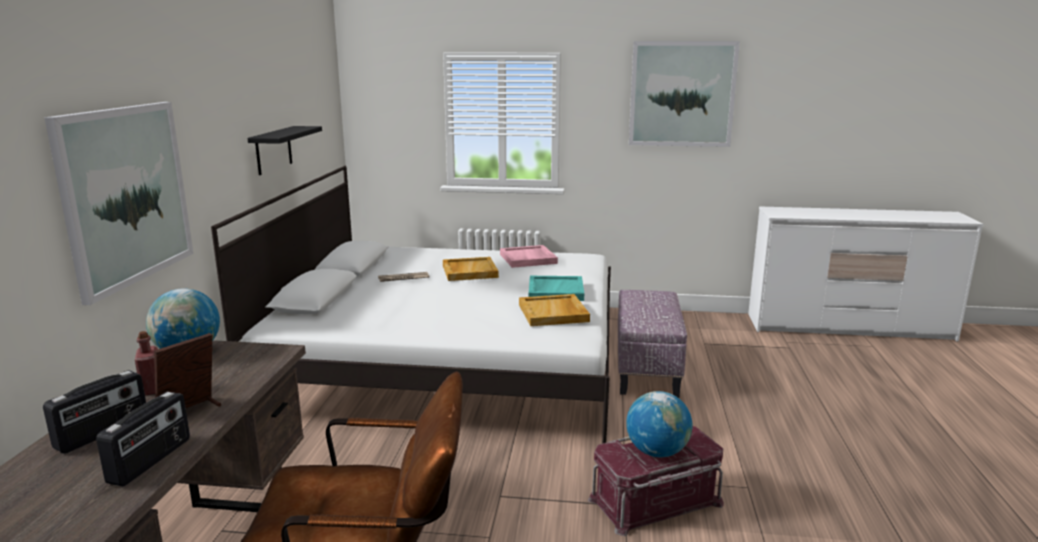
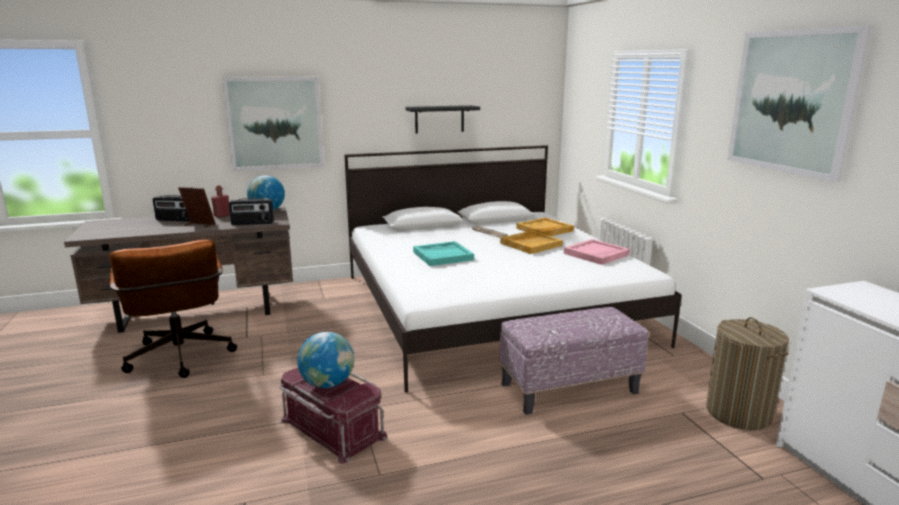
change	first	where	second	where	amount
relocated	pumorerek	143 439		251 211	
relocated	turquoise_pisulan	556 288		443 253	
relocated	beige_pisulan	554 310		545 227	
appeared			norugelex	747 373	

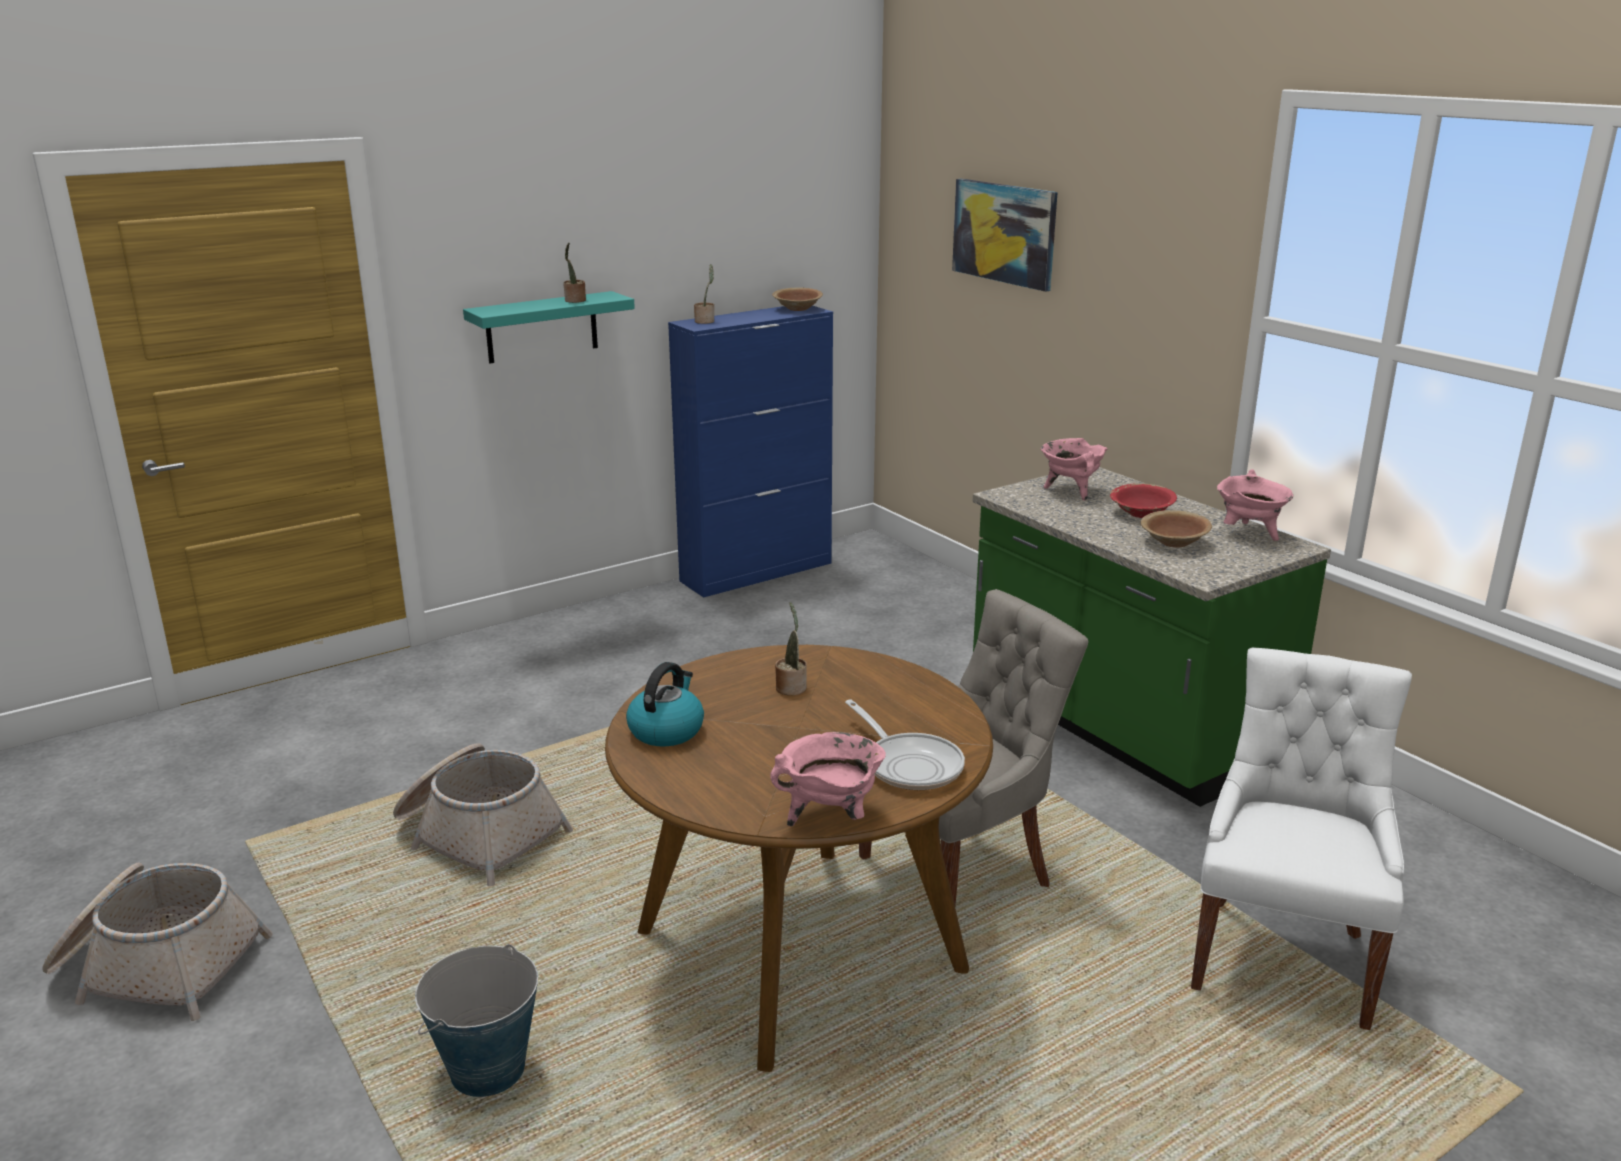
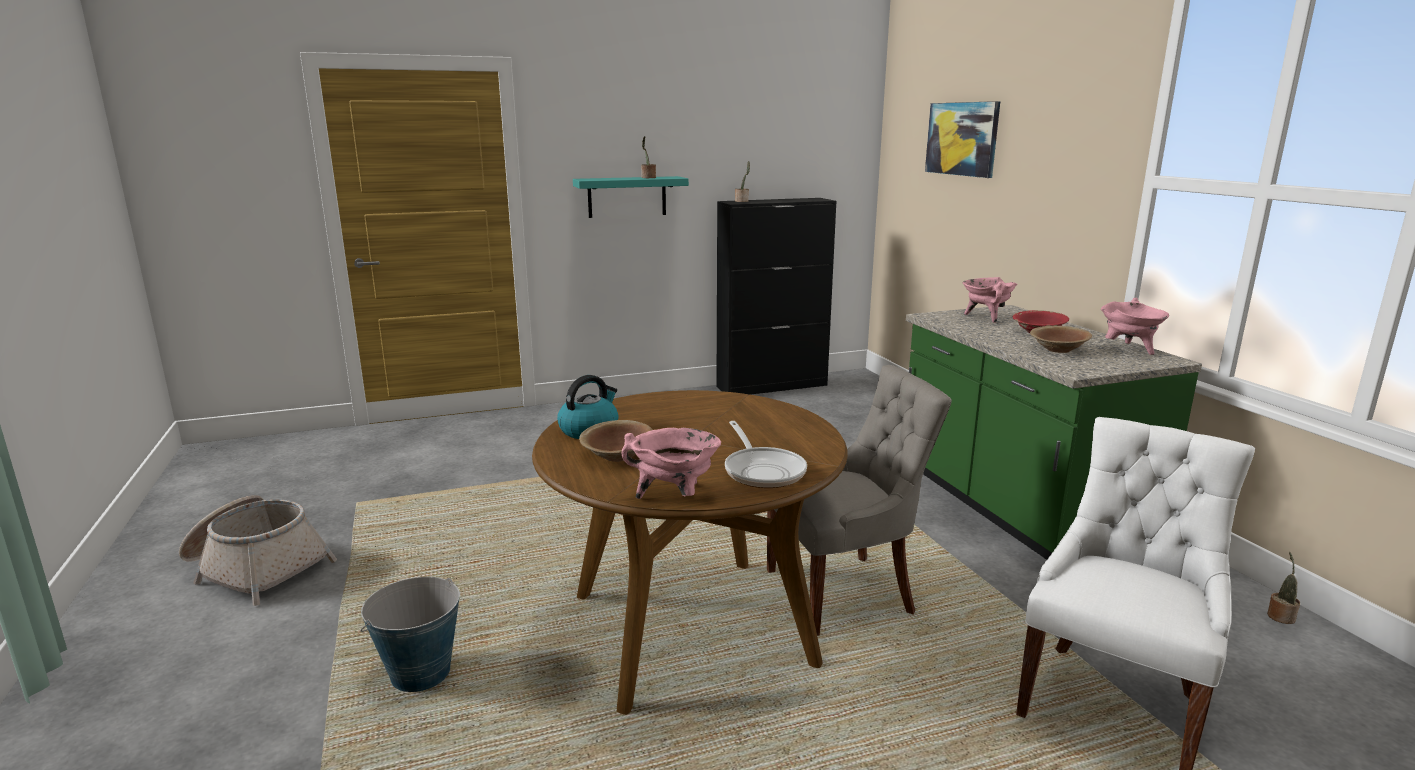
change	first	where	second	where	amount
relocated	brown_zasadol	797 299		616 441	
colour	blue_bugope	750 452	black_bugope	776 296	
relocated	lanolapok	791 648		1283 588	
missing	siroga	483 814			

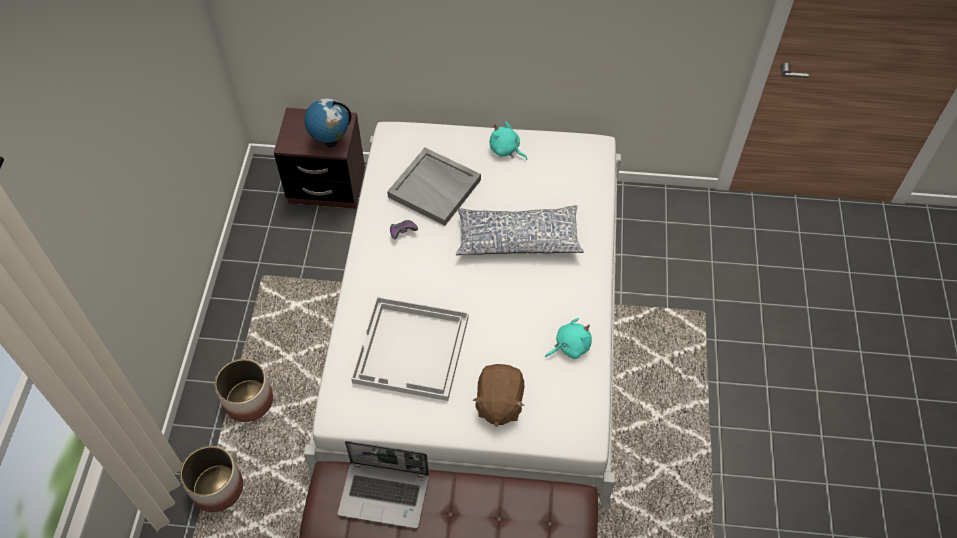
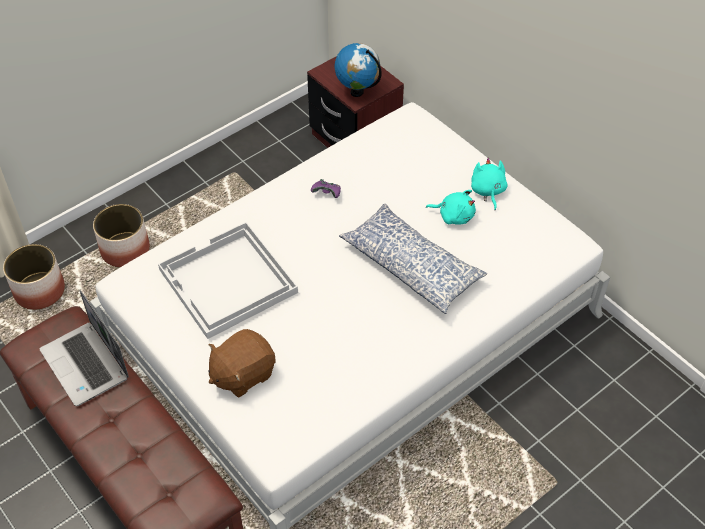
change	first	where	second	where	amount
relocated	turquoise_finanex	568 338		451 207	
missing	grey_pisulan	434 187			

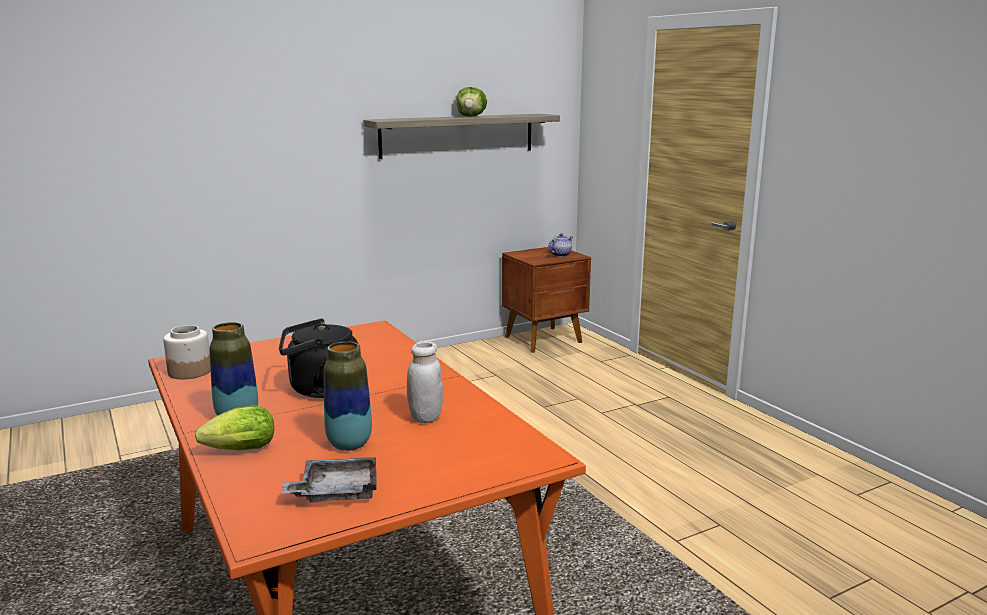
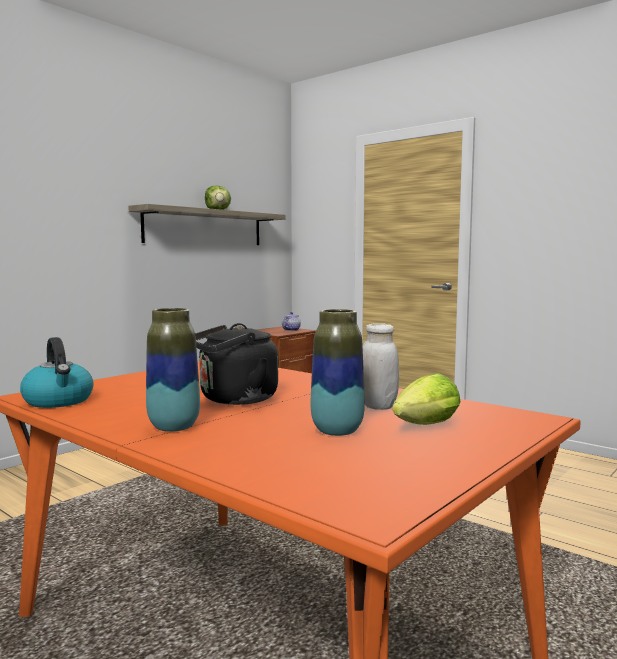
change	first	where	second	where	amount
exchanged	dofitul	187 352	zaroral	57 372	
relocated	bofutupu	234 428		426 399	
missing	grey_pisulan	329 479			

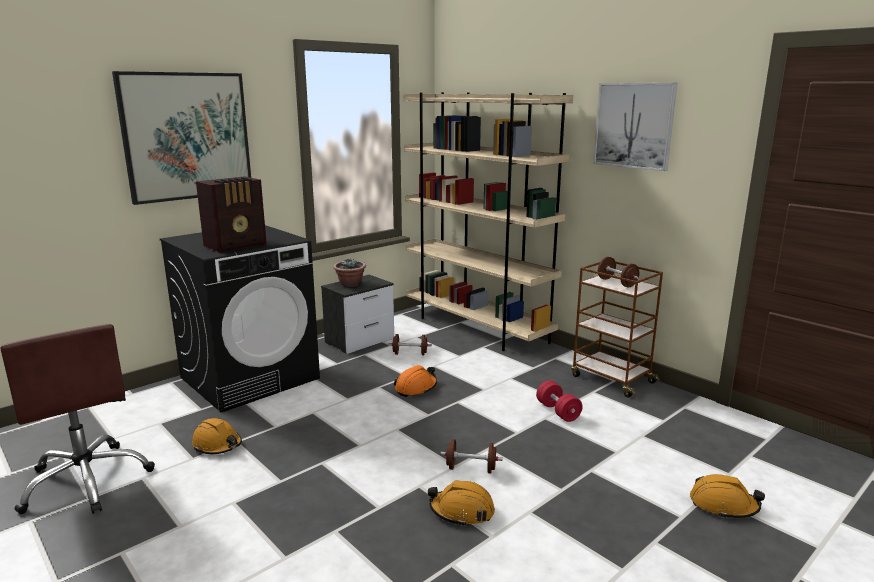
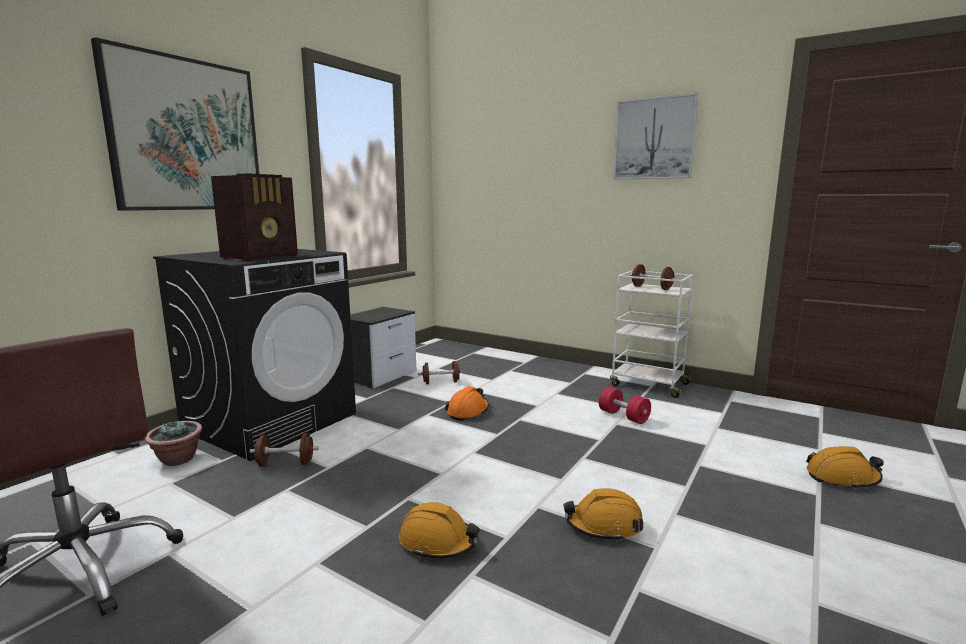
change	first	where	second	where	amount
relocated	lanolapok	349 273		173 443	
relocated	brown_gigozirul	472 456		284 450	
relocated	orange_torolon	217 436		439 530	
colour	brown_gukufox	617 329	white_gukufox	651 334	
missing	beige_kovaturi	488 221			

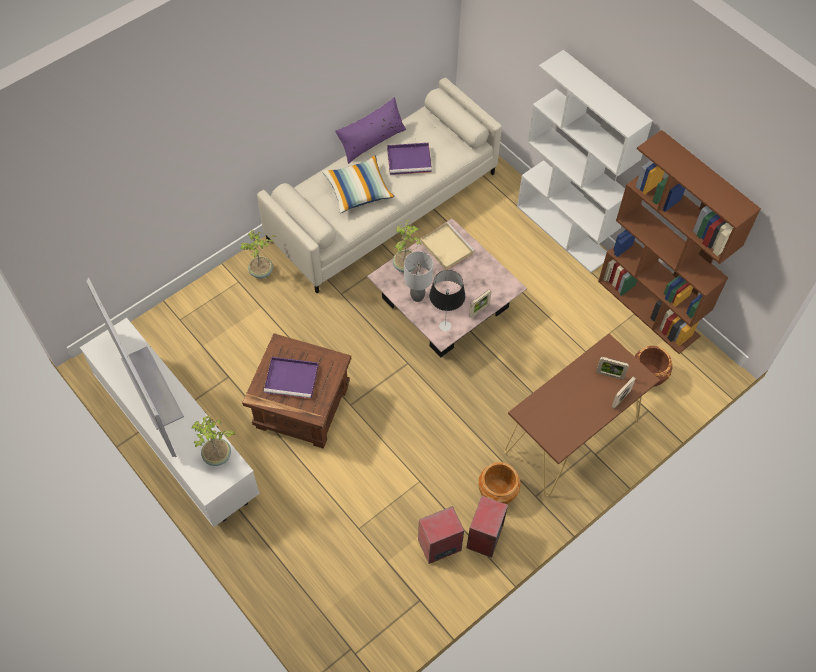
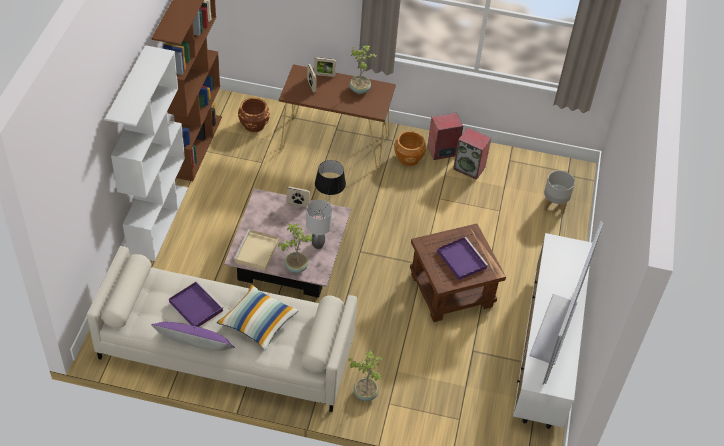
change	first	where	second	where	amount
relocated	lanolapok	213 440		362 70	
appeared			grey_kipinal	559 192	

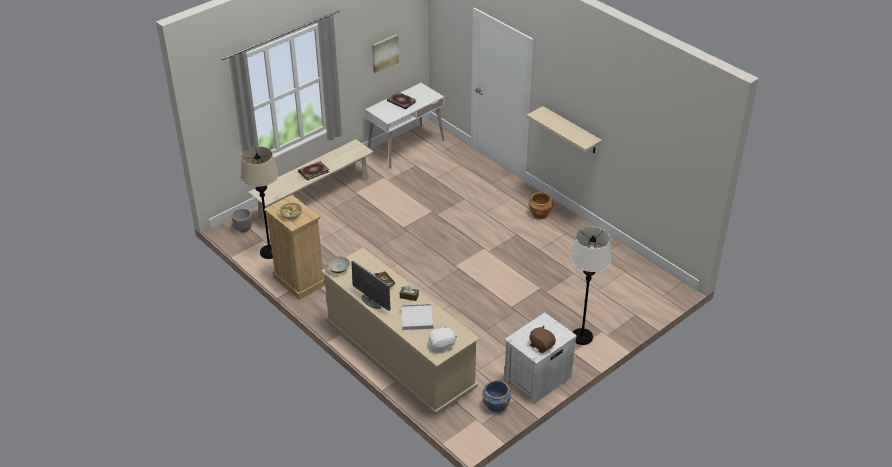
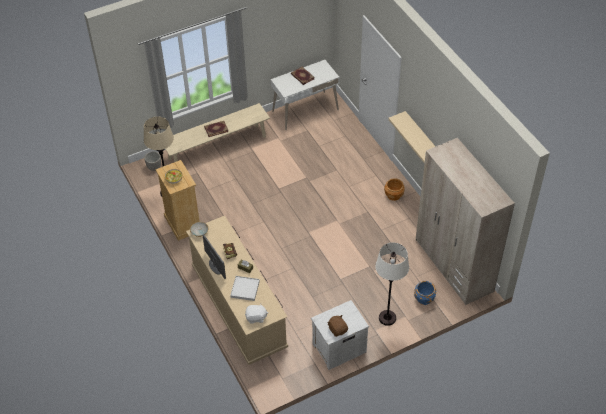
change	first	where	second	where	amount
relocated	blue_kipinal	497 396		425 293	
appeared			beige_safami	465 221	
missing	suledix	385 53			

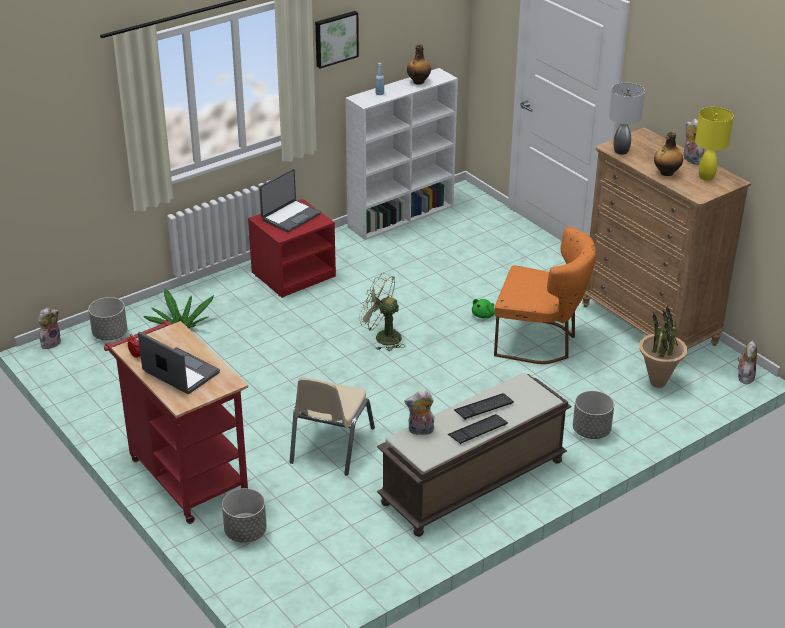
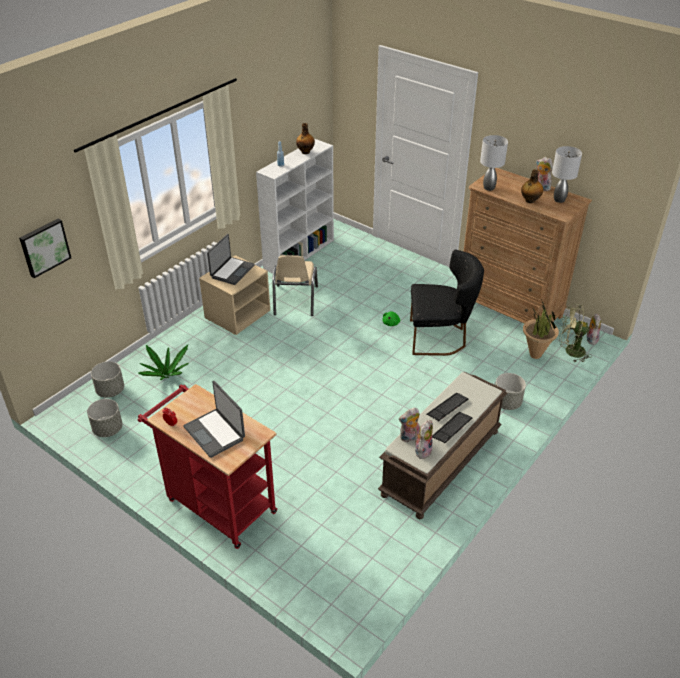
change	first	where	second	where	amount
relocated	suledix	337 40		45 248	
relocated	grey_kipinal	244 515		105 418	
spun	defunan	179 363		214 419	150 degrees counterclockwise
colour	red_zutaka	292 248	beige_zutaka	234 295	
relocated	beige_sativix	332 426		295 285	
colour	orange_sativix	545 295	black_sativix	447 303	
relocated	finanex	49 328		424 439	
colour	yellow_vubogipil	714 144	grey_vubogipil	567 174	
relocated	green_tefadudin	381 312		575 333	

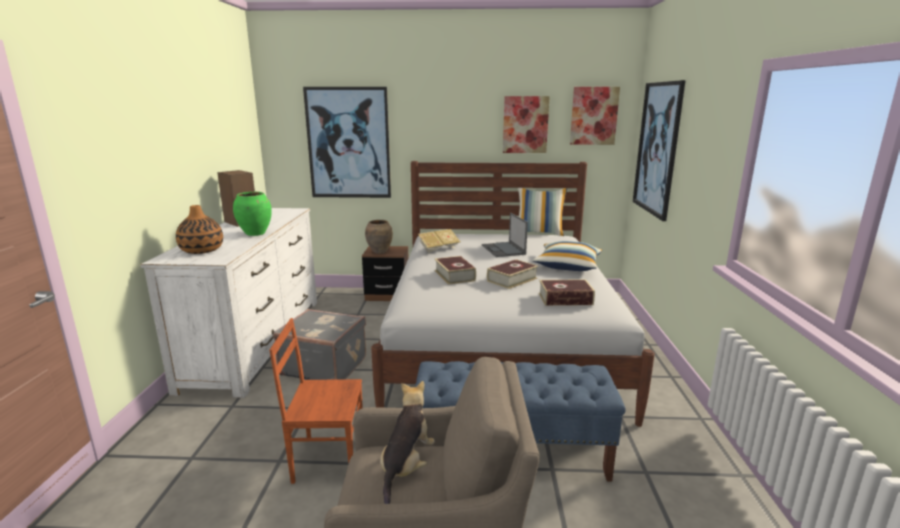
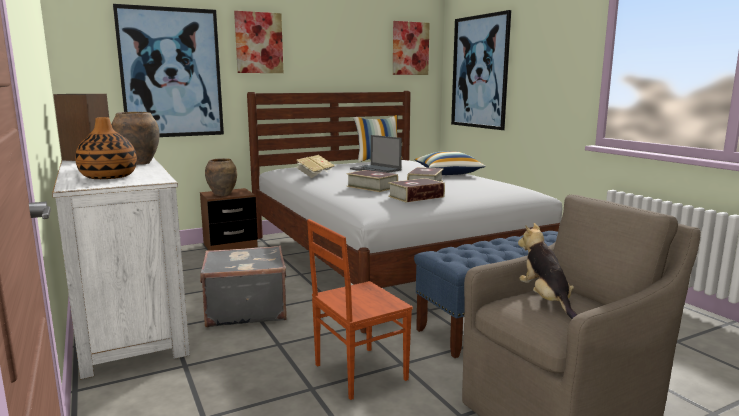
change	first	where	second	where	amount
colour	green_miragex	252 214	brown_miragex	135 138	
relocated	suledix	526 124		258 42	
relocated	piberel	567 292		416 190	

